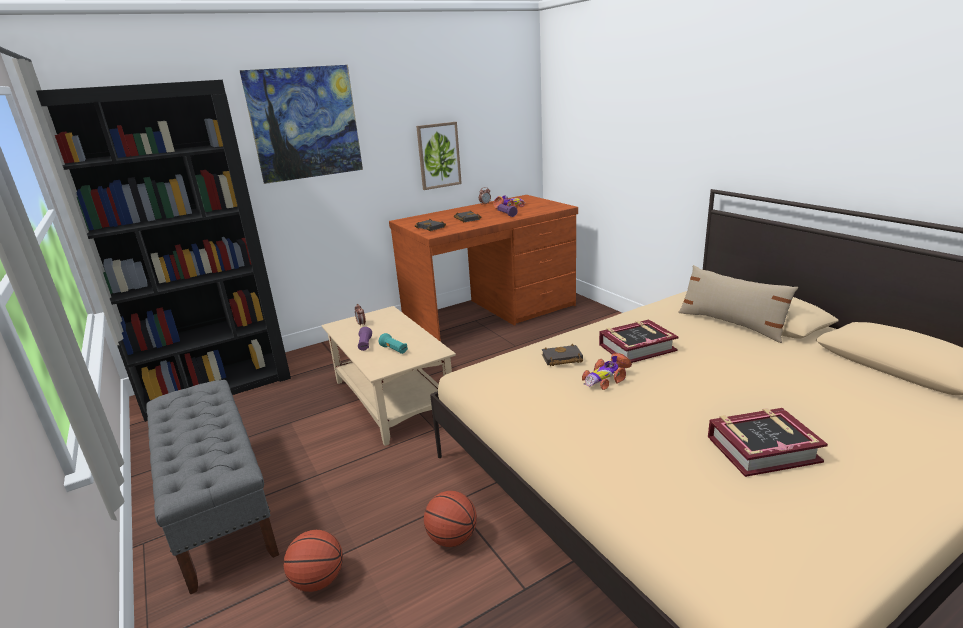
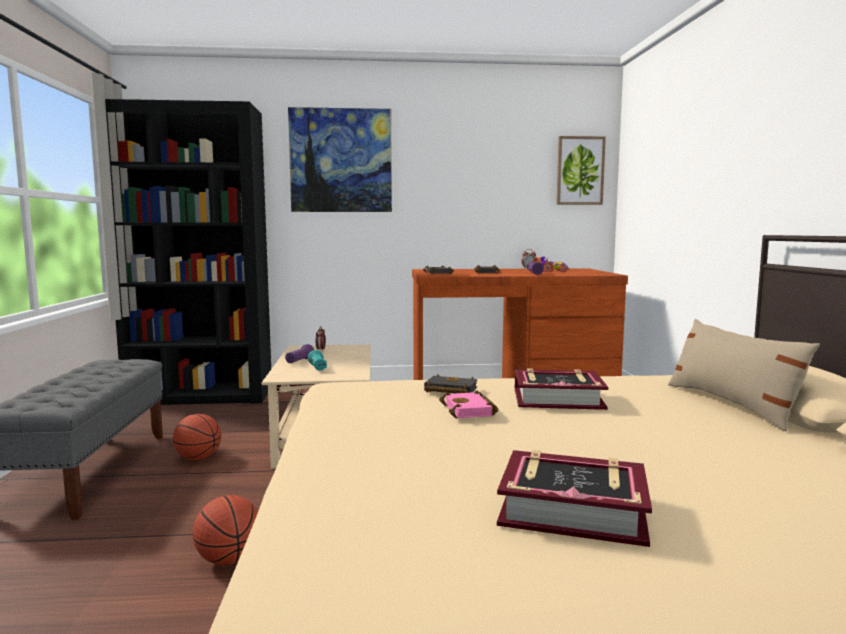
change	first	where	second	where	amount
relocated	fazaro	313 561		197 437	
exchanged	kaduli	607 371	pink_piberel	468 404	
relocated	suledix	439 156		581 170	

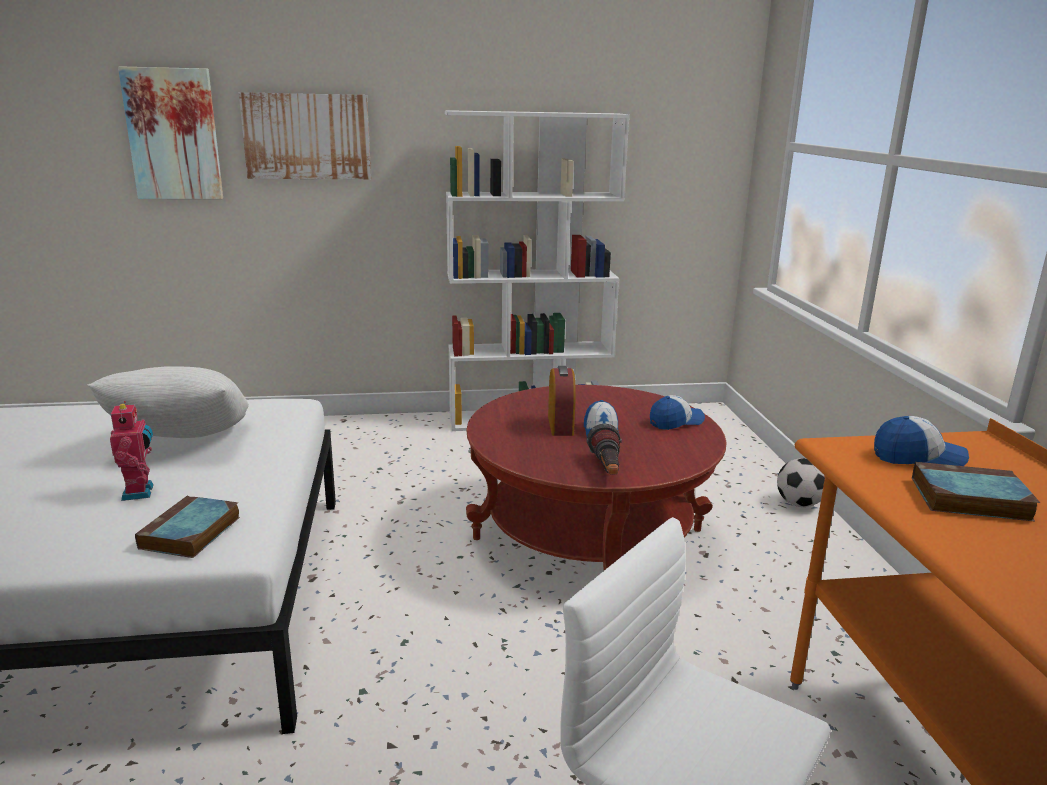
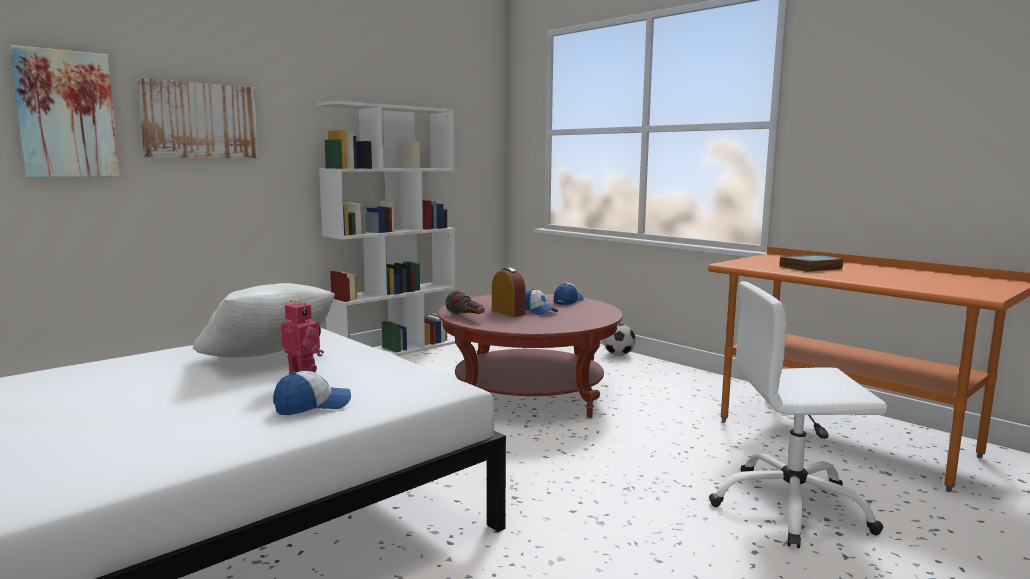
change	first	where	second	where	amount
relocated	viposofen	921 441		312 393	
relocated	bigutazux	604 448		465 302	
missing	piberel	187 526			

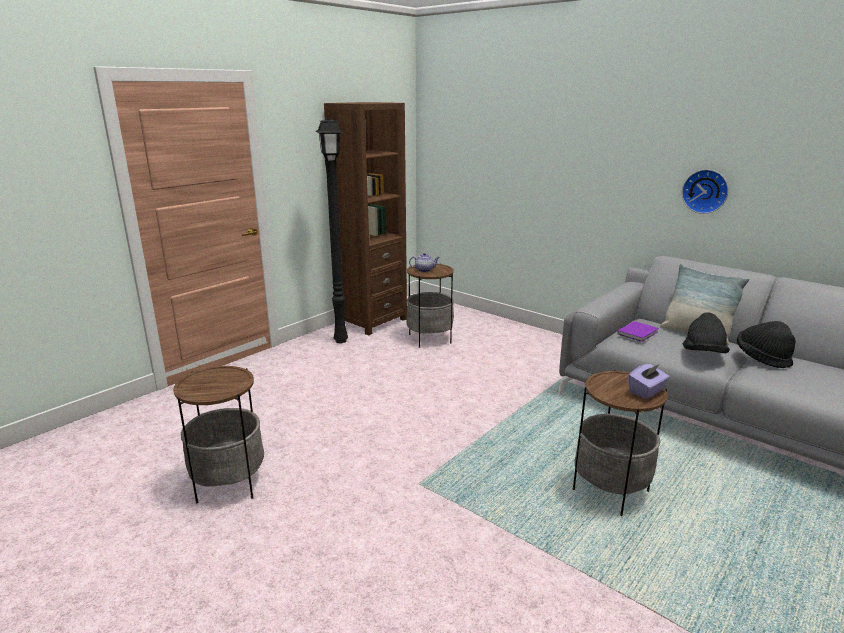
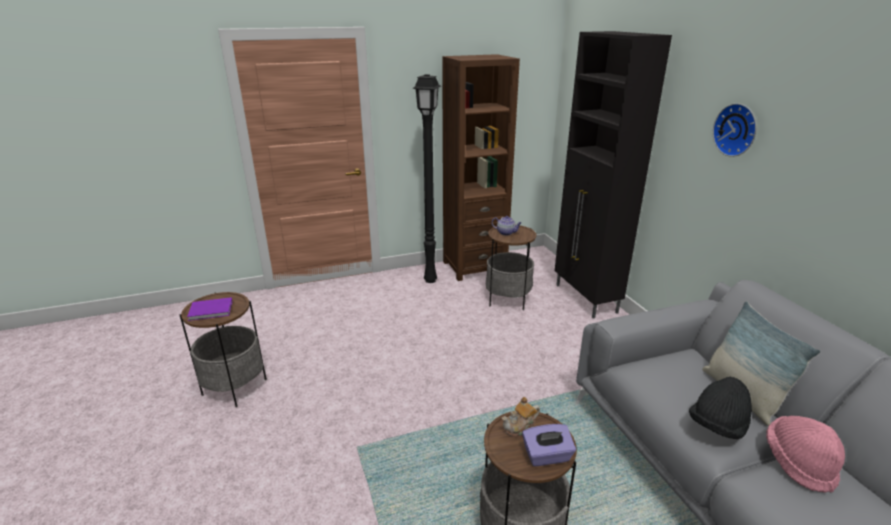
change	first	where	second	where	amount
relocated	purple_piberel	638 331		210 309	
appeared			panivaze	521 416	
appeared			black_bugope	613 175	
relocated	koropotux	705 191		735 130	
colour	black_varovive	766 344	pink_varovive	805 454	

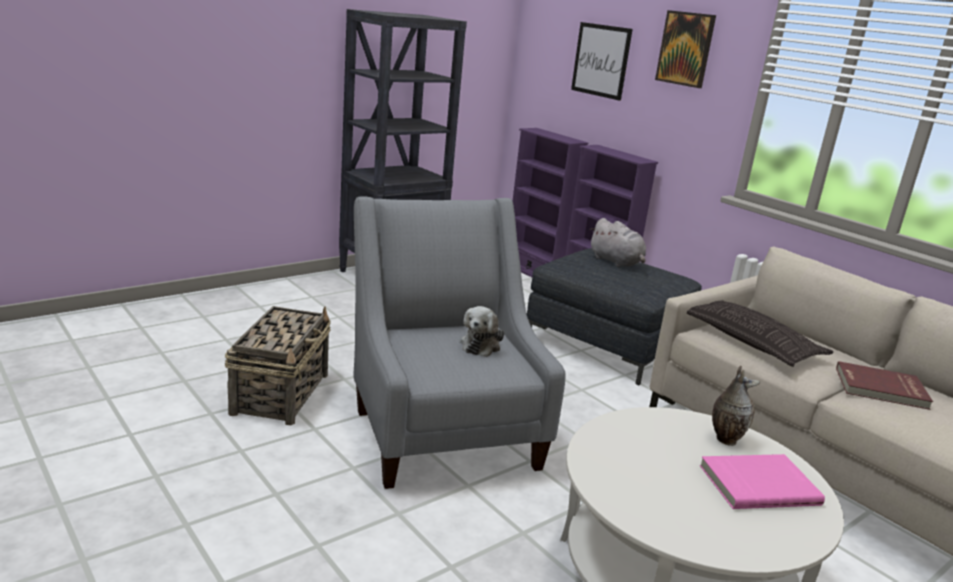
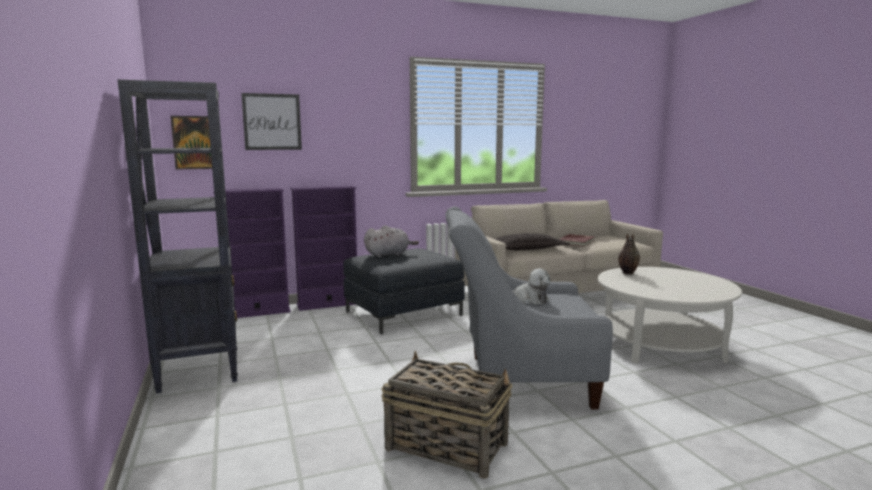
change	first	where	second	where	amount
relocated	suledix	685 49		191 142	
missing	pink_piberel	762 481			

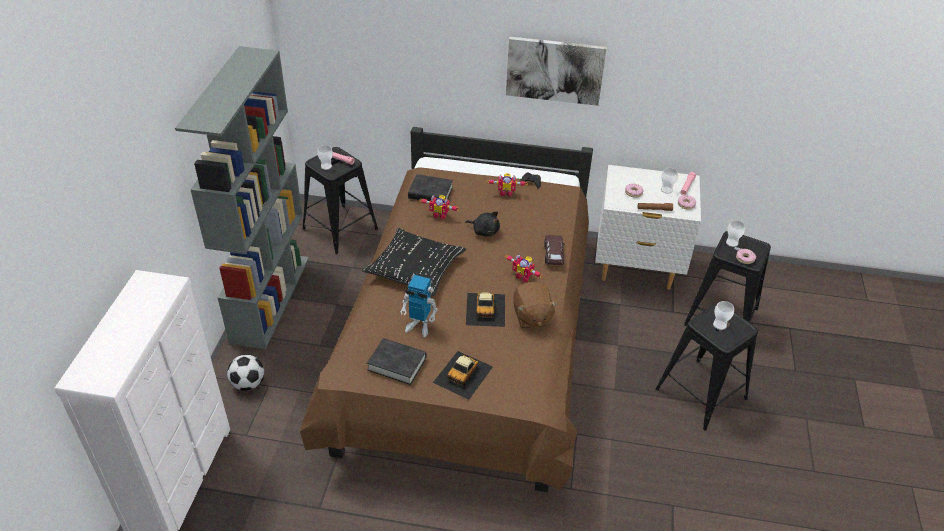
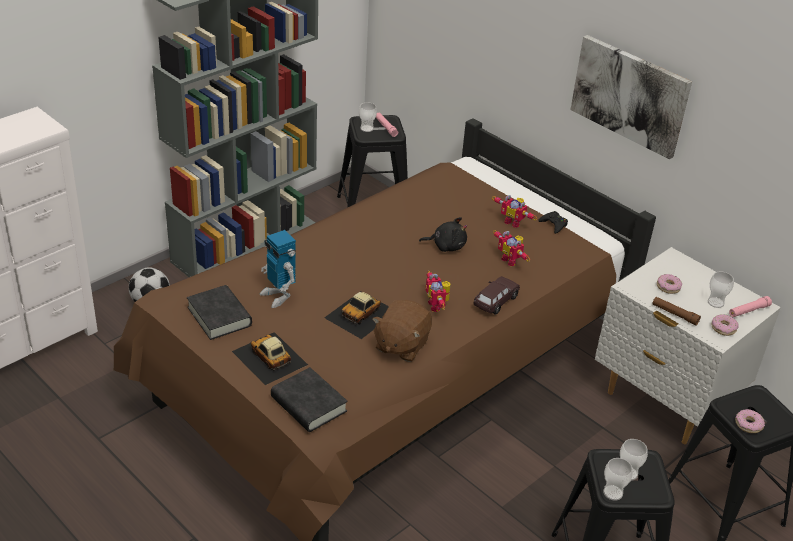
change	first	where	second	where	amount
spun	kaduli	463 375		270 358	75 degrees clockwise
relocated	black_piberel	430 187		309 399	
spun	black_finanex	482 223		443 234	60 degrees counterclockwise
relocated	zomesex	439 207		511 248	
relocated	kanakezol	735 233		618 479	
missing	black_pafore	414 262			

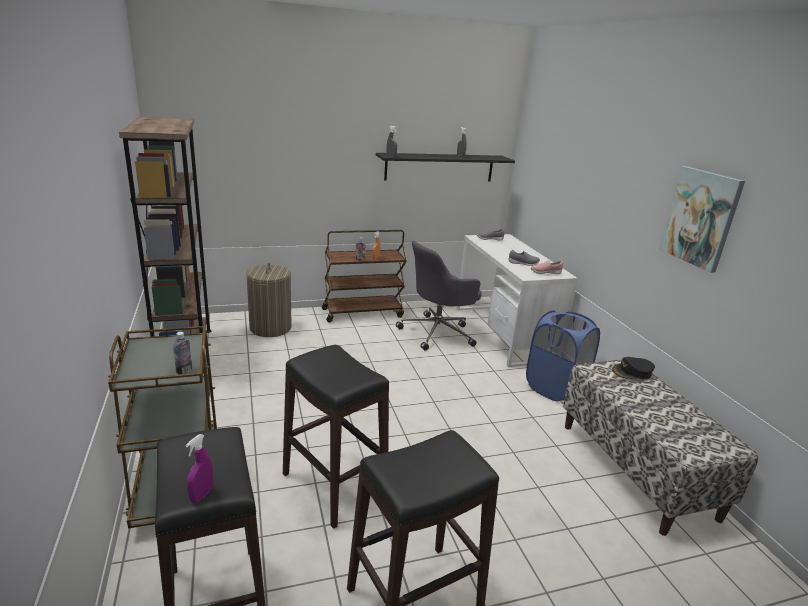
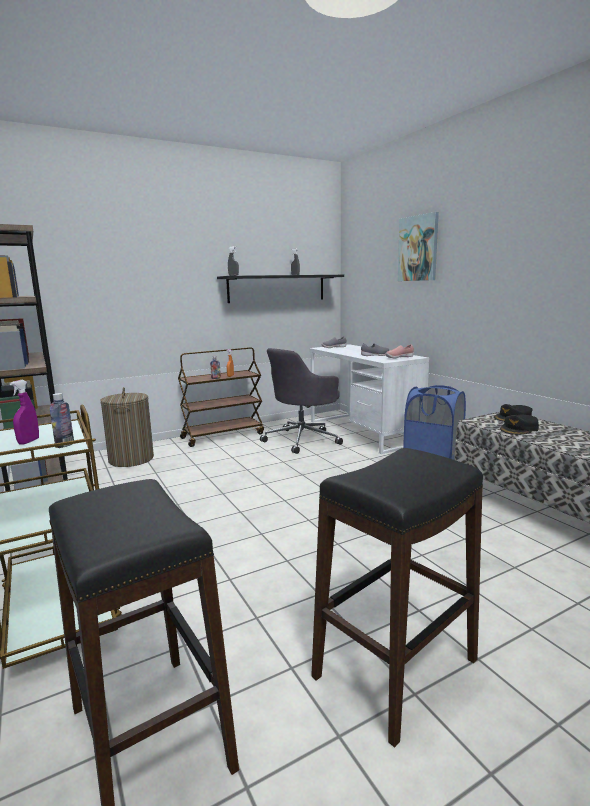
change	first	where	second	where	amount
relocated	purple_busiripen	199 468		24 412	
relocated	suledix	702 219		418 246	
appeared			black_viposofen	519 424	
missing	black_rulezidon	336 437			

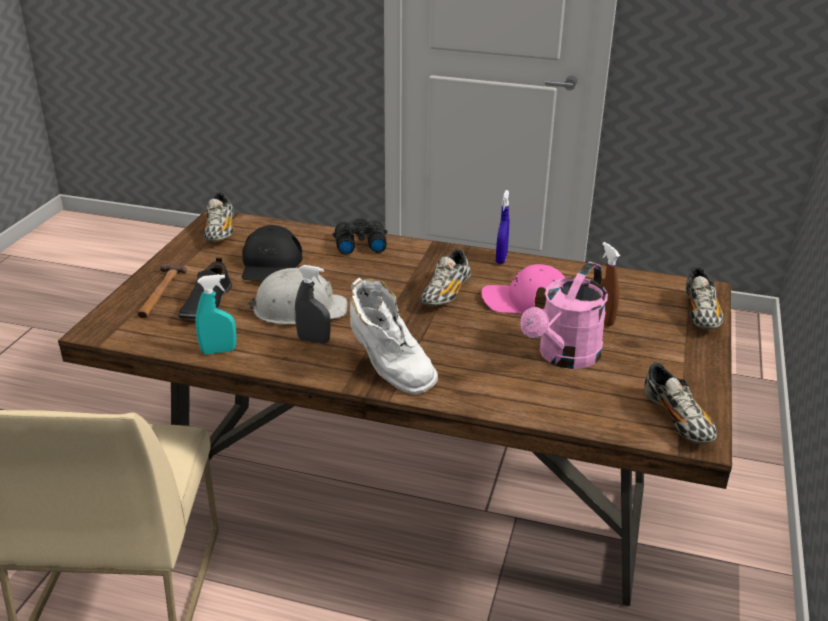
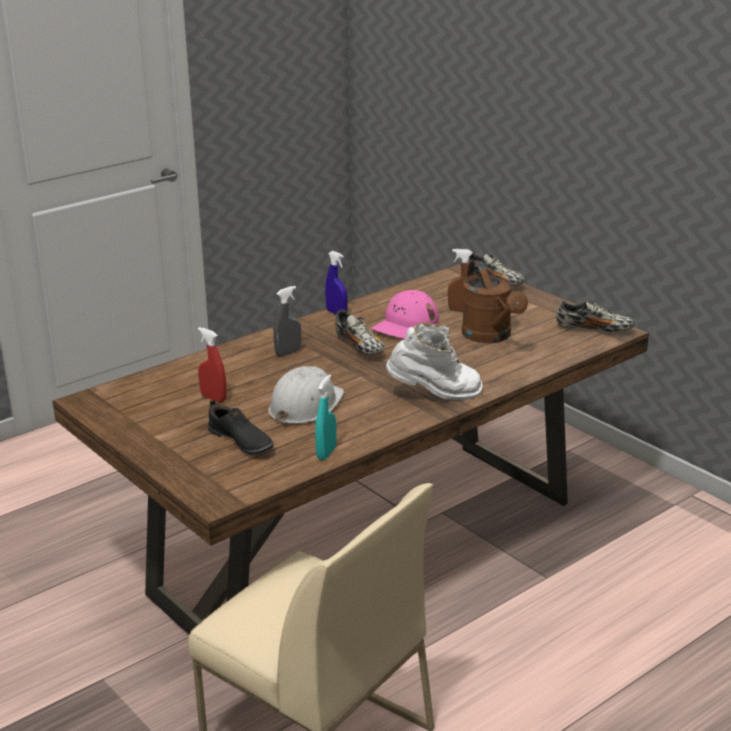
change	first	where	second	where	amount
exchanged	black_viposofen	272 253	red_busiripen	212 365	
relocated	grey_busiripen	312 304		287 321	
colour	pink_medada	564 315	brown_medada	495 301	
missing	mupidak	162 291			
missing	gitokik	219 217			
missing	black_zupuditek	360 237			

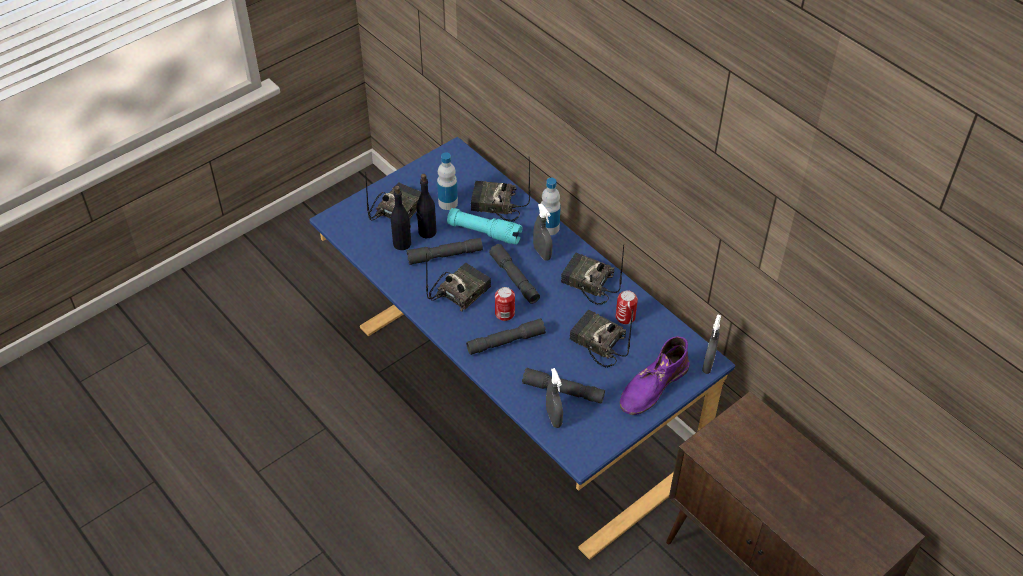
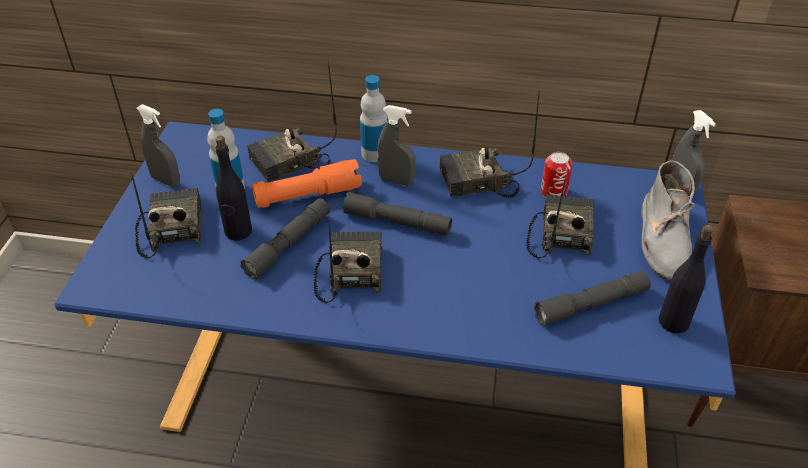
change	first	where	second	where	amount
relocated	grey_busiripen	554 398		158 145	
colour	turquoise_bigutazux	484 226	orange_bigutazux	307 183	
spun	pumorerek	601 338		560 216	105 degrees clockwise
colour	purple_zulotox	655 375	grey_zulotox	668 220	
relocated	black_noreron	401 218		685 279	
missing	grey_bigutazux	506 336			
missing	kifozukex	505 304			

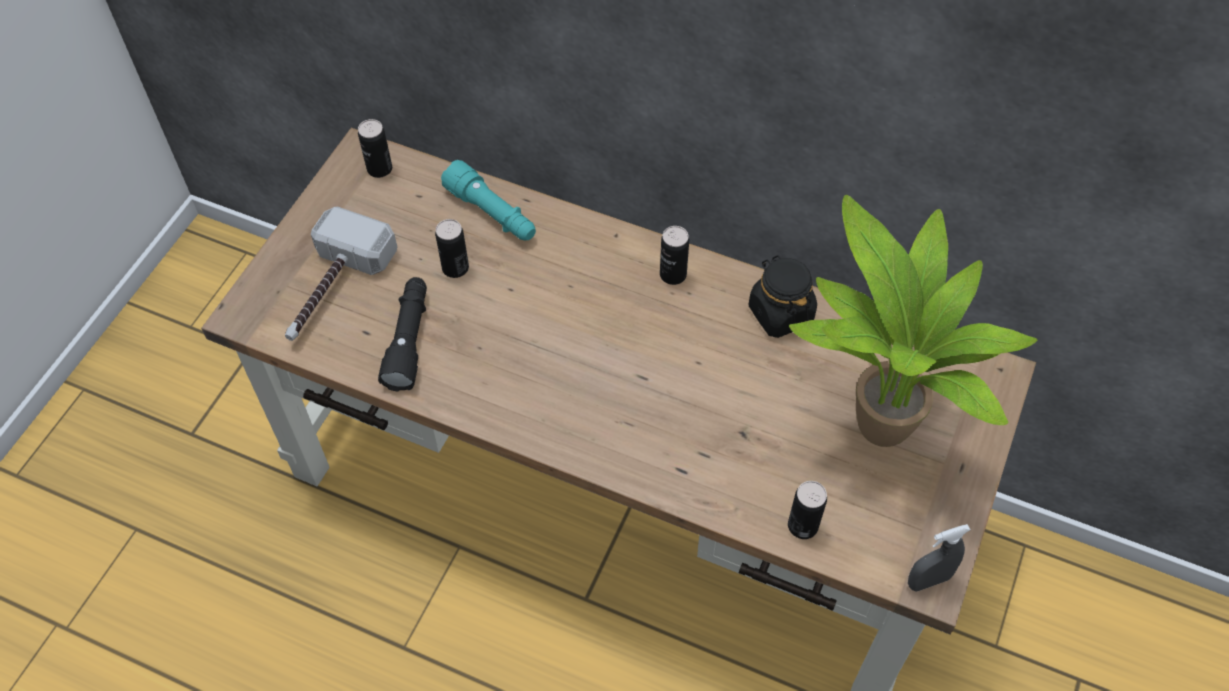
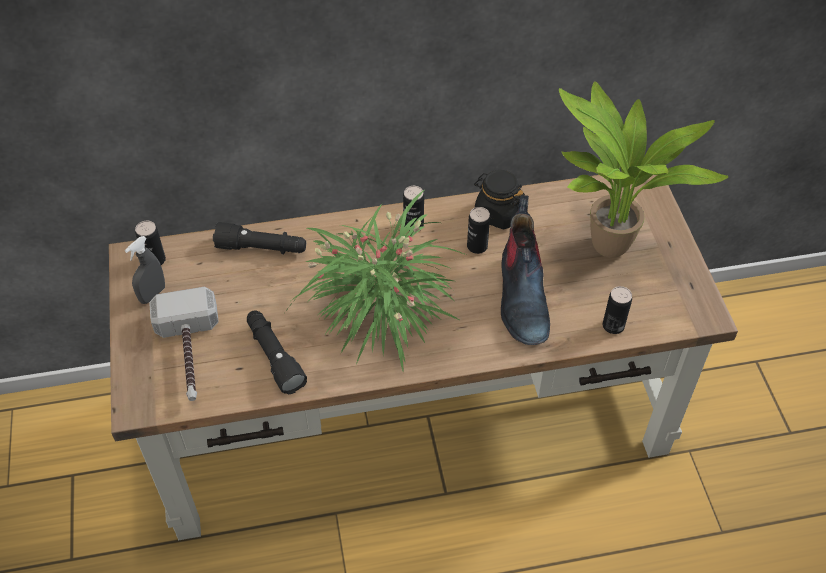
change	first	where	second	where	amount
relocated	grey_busiripen	939 557		145 270	
colour	turquoise_bigutazux	488 200	black_bigutazux	259 238	
appeared			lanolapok	375 280	
relocated	kifozukex	452 248		478 230	
appeared			zulotox	525 270	

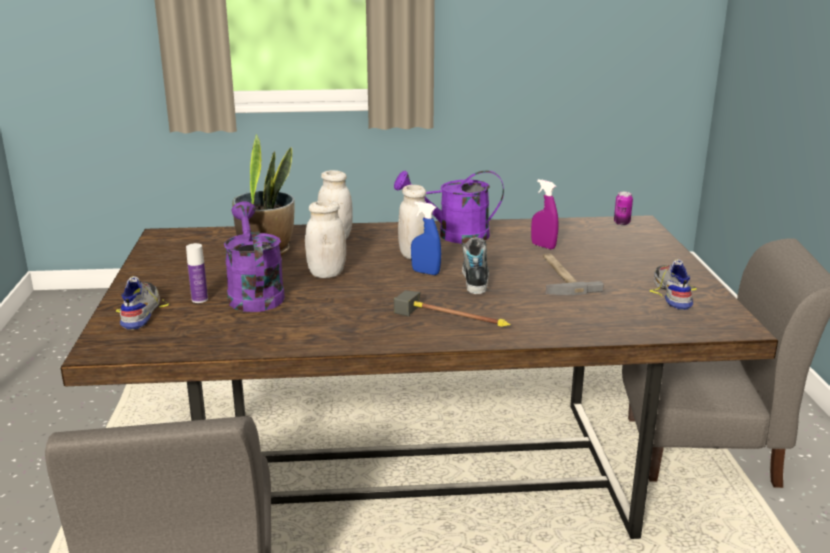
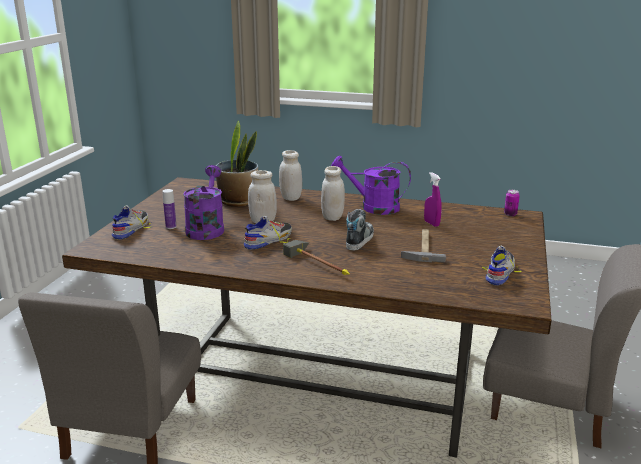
change	first	where	second	where	amount
appeared			gitokik	268 233	
missing	blue_busiripen	426 238			

